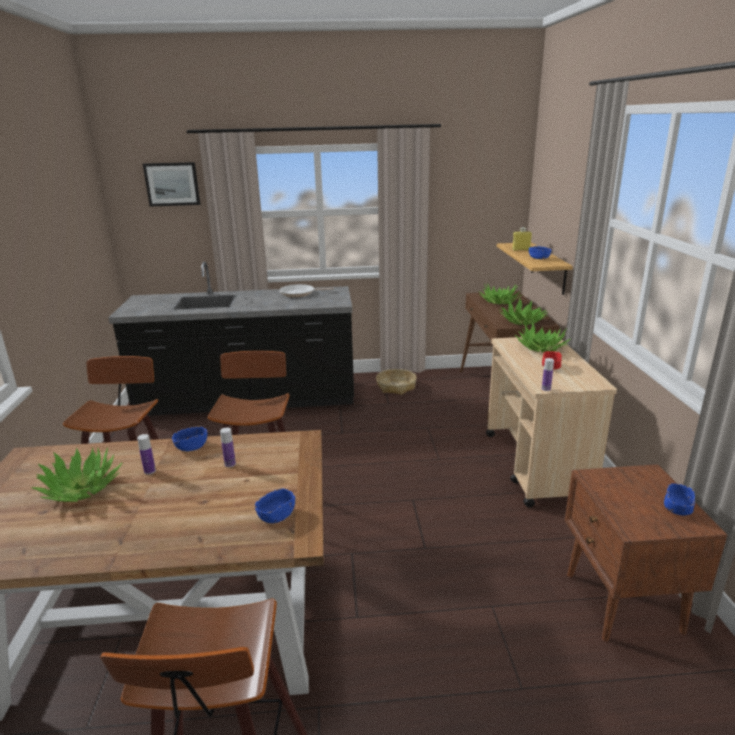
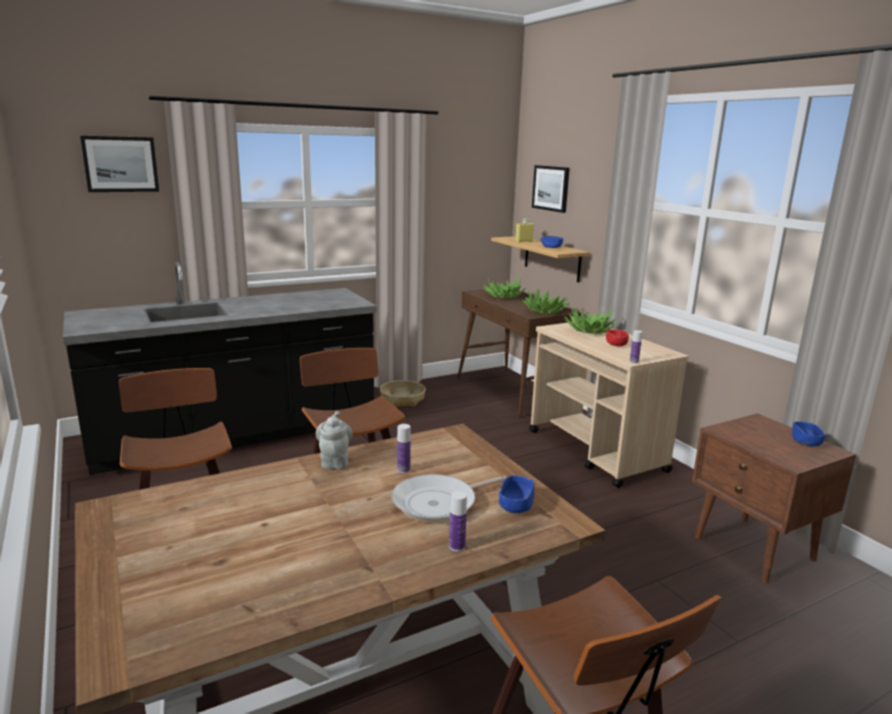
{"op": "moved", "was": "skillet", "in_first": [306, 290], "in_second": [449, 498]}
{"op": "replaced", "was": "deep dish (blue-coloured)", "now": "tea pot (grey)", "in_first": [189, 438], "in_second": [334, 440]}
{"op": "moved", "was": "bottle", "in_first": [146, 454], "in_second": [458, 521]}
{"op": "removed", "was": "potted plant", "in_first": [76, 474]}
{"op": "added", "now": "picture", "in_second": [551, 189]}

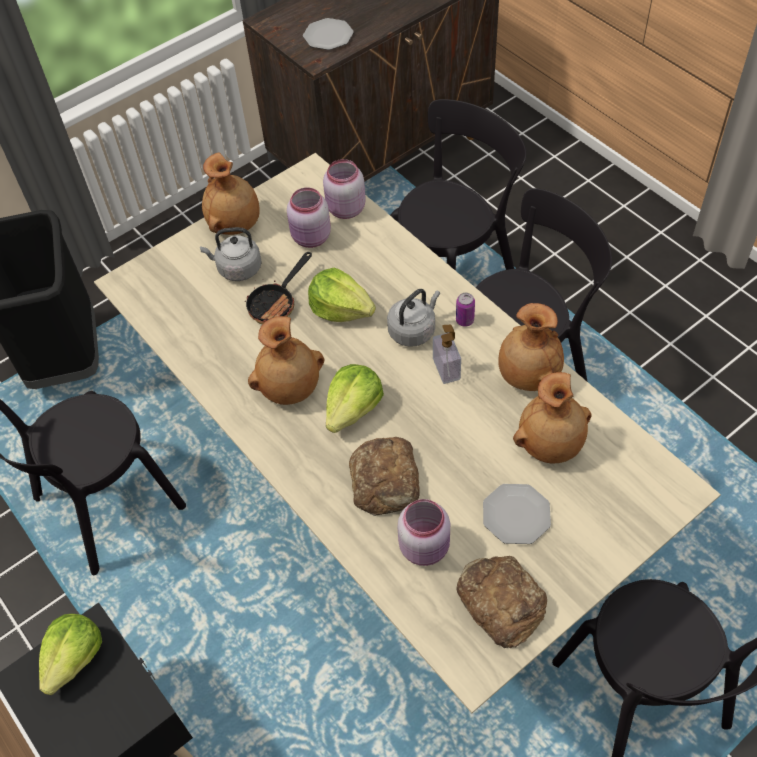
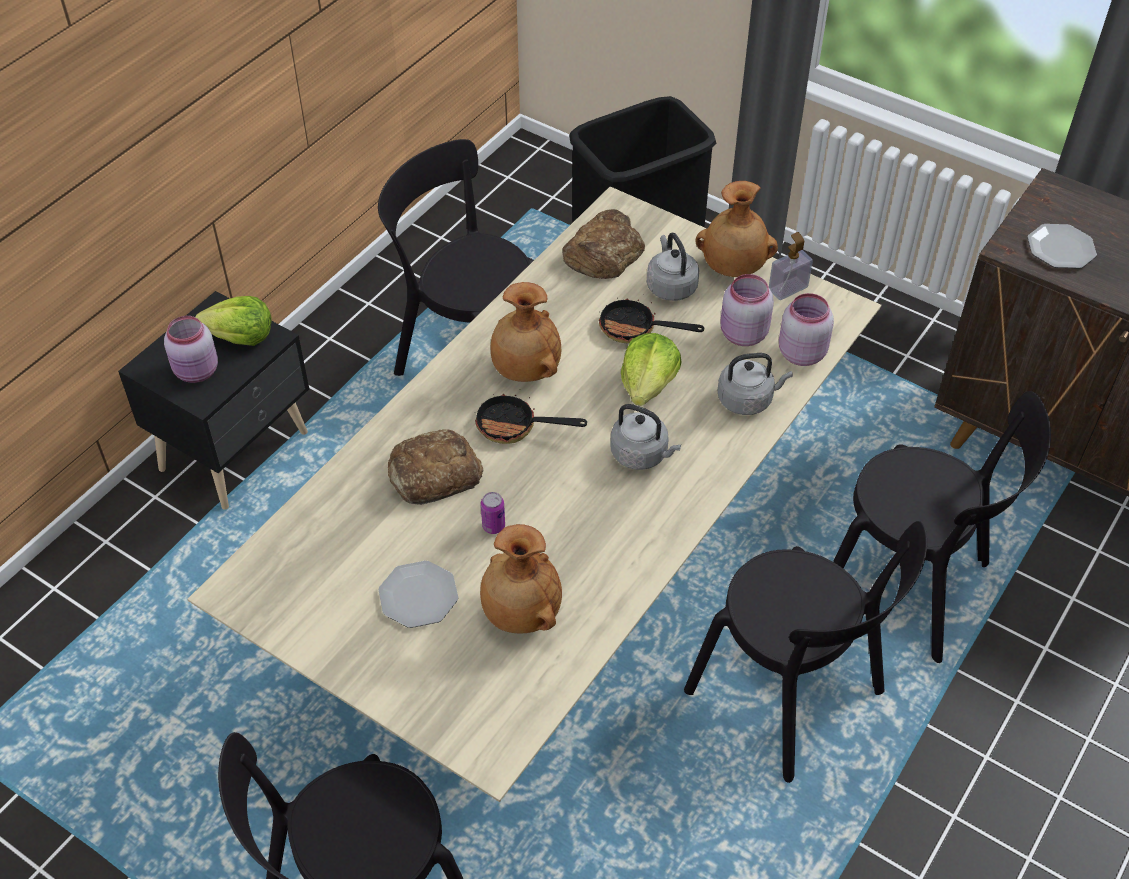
{"op": "moved", "was": "sealed can", "in_first": [465, 310], "in_second": [493, 513]}
{"op": "removed", "was": "vase (brown)", "in_first": [531, 347]}
{"op": "moved", "was": "soap dispenser", "in_first": [447, 354], "in_second": [791, 266]}
{"op": "replaced", "was": "lettuce", "now": "skillet", "in_first": [355, 398], "in_second": [531, 419]}
{"op": "moved", "was": "preserve jar (pink-coloured)", "in_first": [424, 532], "in_second": [191, 349]}
{"op": "moved", "was": "baked bread", "in_first": [501, 602], "in_second": [604, 244]}
{"op": "added", "now": "water kettle (grey)", "in_second": [755, 384]}

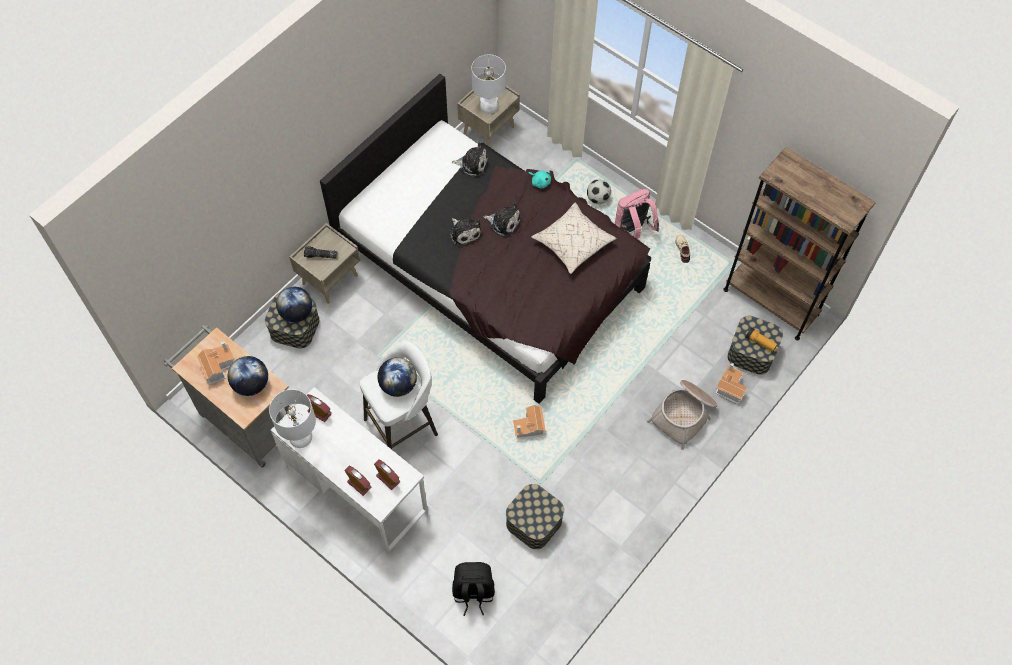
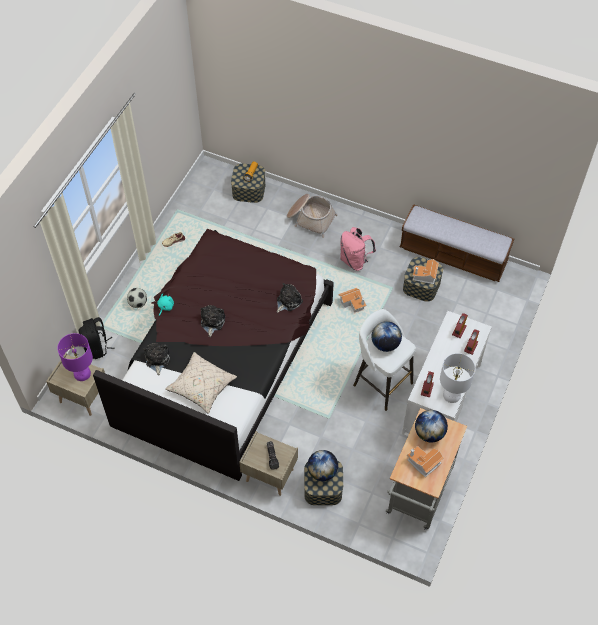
{"op": "recoloured", "was": "table lamp (whitish)", "now": "table lamp (purple-coloured)", "in_first": [488, 84], "in_second": [75, 357]}
{"op": "removed", "was": "bookshelf (brown)", "in_first": [799, 243]}
{"op": "moved", "was": "knapsack (pink-coloured)", "in_first": [637, 214], "in_second": [358, 249]}
{"op": "moved", "was": "pillow (sand-coloured)", "in_first": [574, 238], "in_second": [201, 383]}
{"op": "moved", "was": "plush toy", "in_first": [465, 233], "in_second": [290, 298]}
{"op": "moved", "was": "miniature house", "in_first": [731, 383], "in_second": [426, 271]}
{"op": "moved", "was": "knapsack (blackish)", "in_first": [473, 589], "in_second": [97, 338]}
{"op": "added", "now": "long seat", "in_second": [457, 243]}

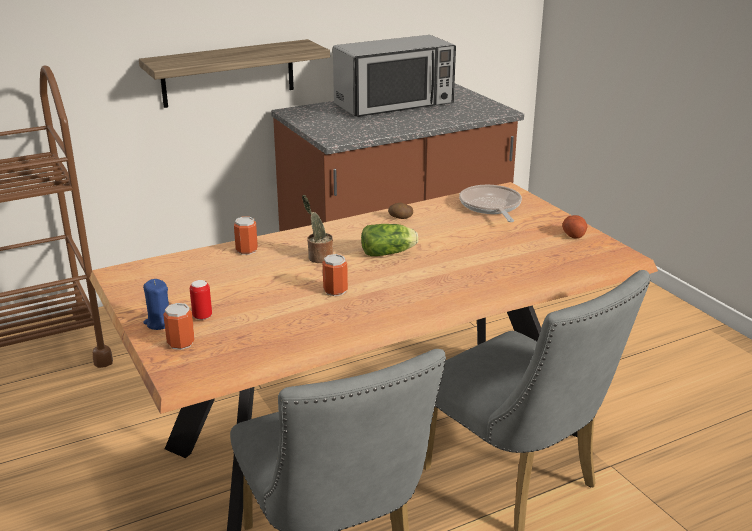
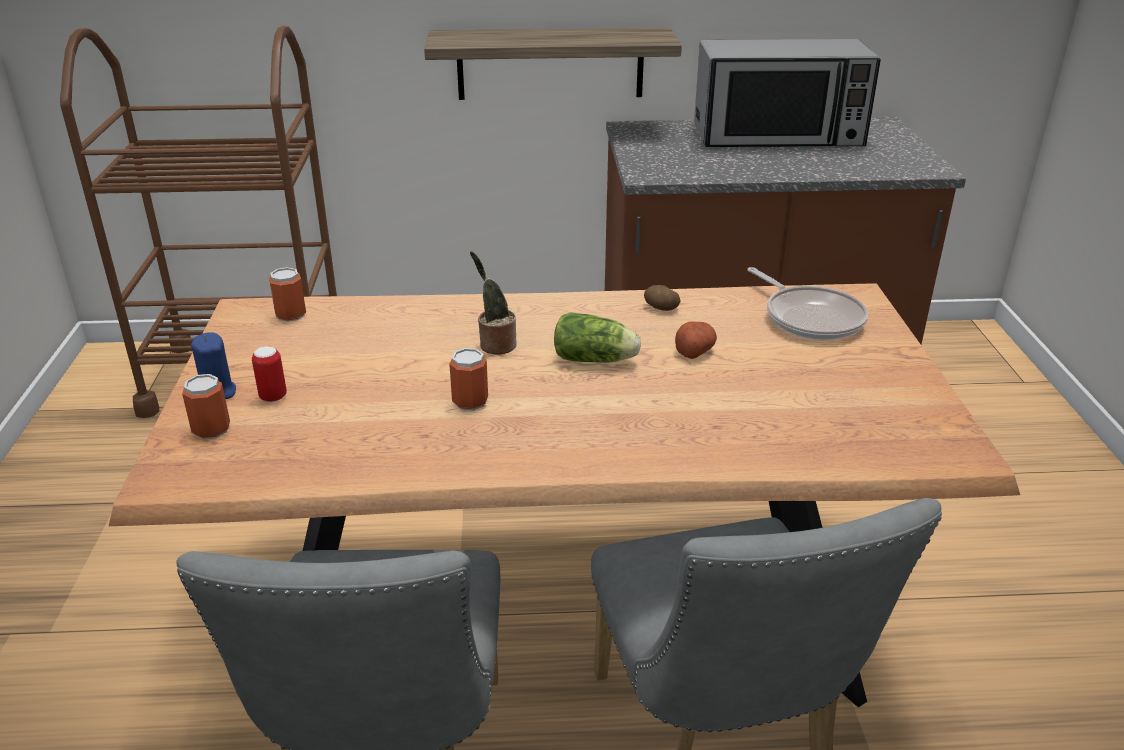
{"op": "turned", "was": "skillet", "in_first": [490, 203], "in_second": [807, 303], "clockwise": 135}
{"op": "moved", "was": "potato", "in_first": [575, 226], "in_second": [696, 340]}
{"op": "moved", "was": "sealed can", "in_first": [246, 236], "in_second": [287, 294]}

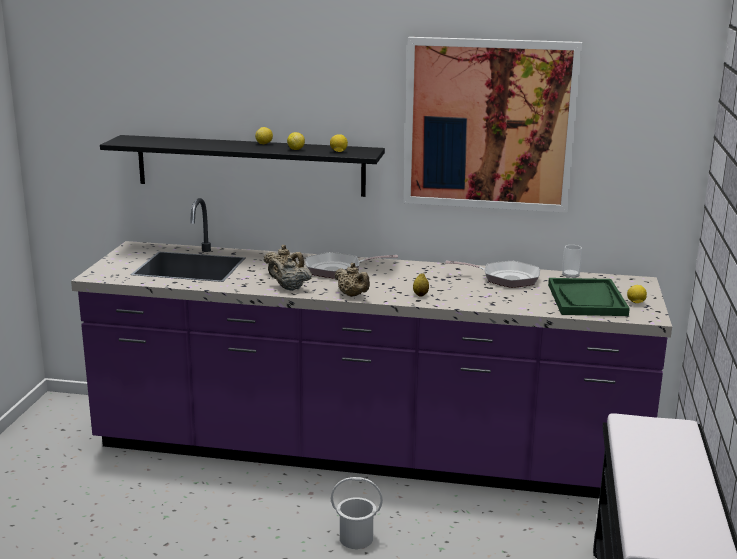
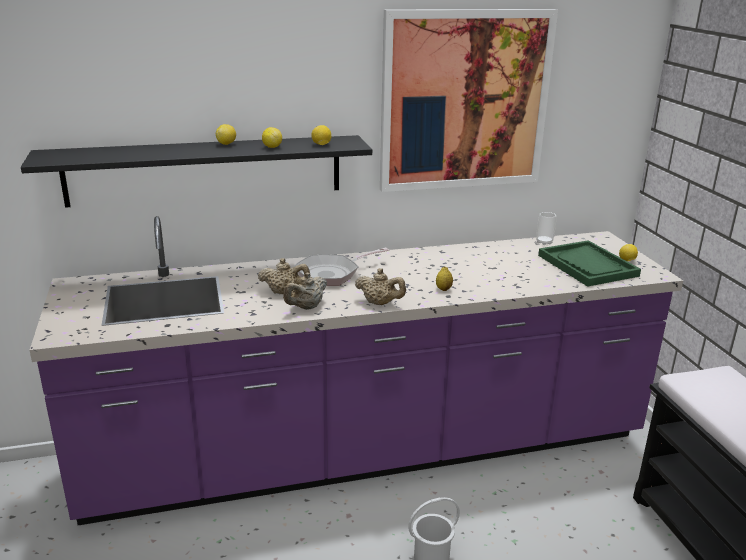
{"op": "turned", "was": "tea pot (sand-coloured)", "in_first": [290, 274], "in_second": [305, 291], "clockwise": -45}
{"op": "removed", "was": "skillet", "in_first": [492, 274]}

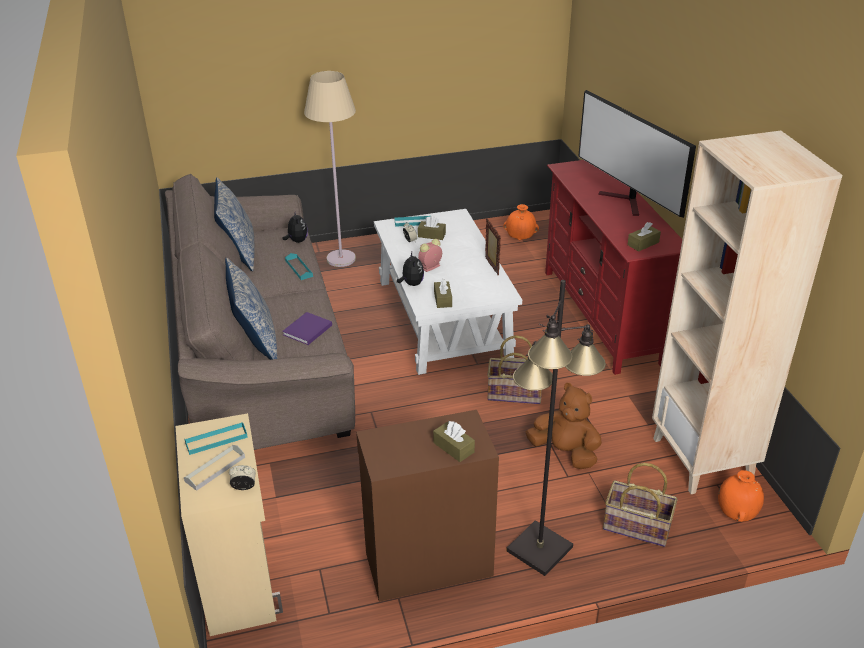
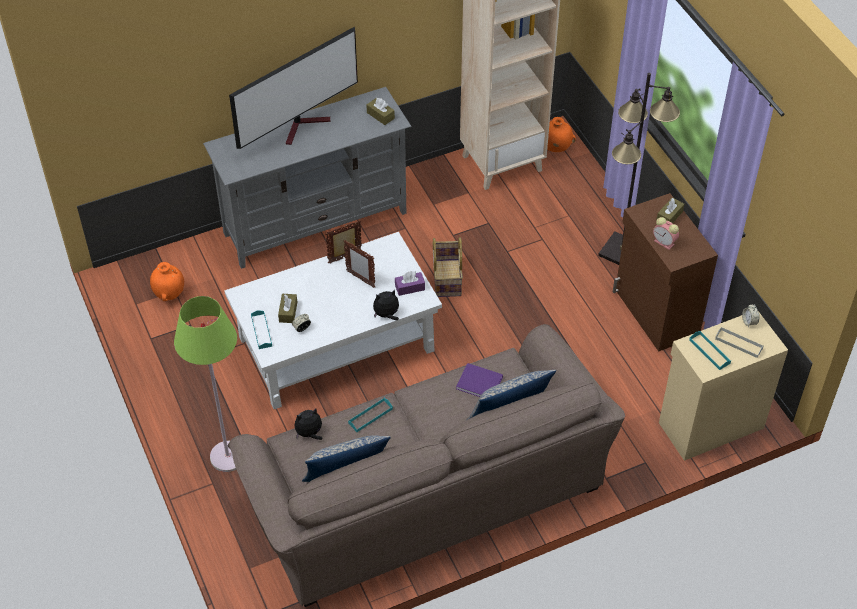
{"op": "recoloured", "was": "standard lamp (sand-coloured)", "now": "standard lamp (green)", "in_first": [330, 169], "in_second": [205, 384]}
{"op": "recoloured", "was": "tv stand (reddish)", "now": "tv stand (grey)", "in_first": [613, 267], "in_second": [307, 178]}
{"op": "moved", "was": "bedside clock", "in_first": [430, 255], "in_second": [666, 233]}
{"op": "recoloured", "was": "tissue box (brown)", "now": "tissue box (purple-coloured)", "in_first": [443, 293], "in_second": [410, 283]}
{"op": "removed", "was": "plush toy (brown)", "in_first": [564, 426]}
{"op": "removed", "was": "basket", "in_first": [640, 505]}
{"op": "added", "now": "picture frame", "in_second": [359, 264]}

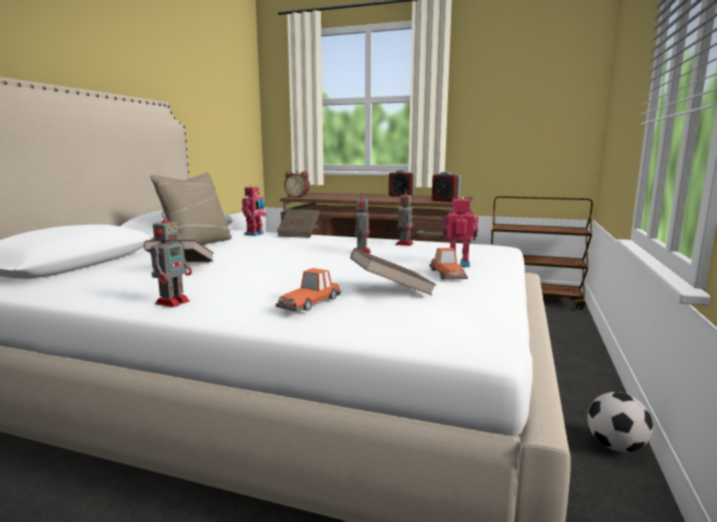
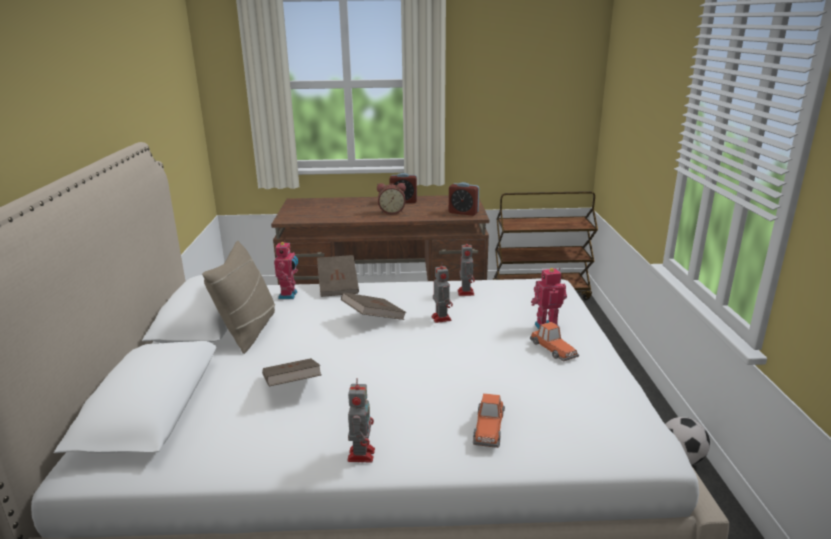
{"op": "moved", "was": "bedside clock", "in_first": [297, 184], "in_second": [391, 198]}
{"op": "moved", "was": "bound book (brown)", "in_first": [393, 271], "in_second": [374, 306]}

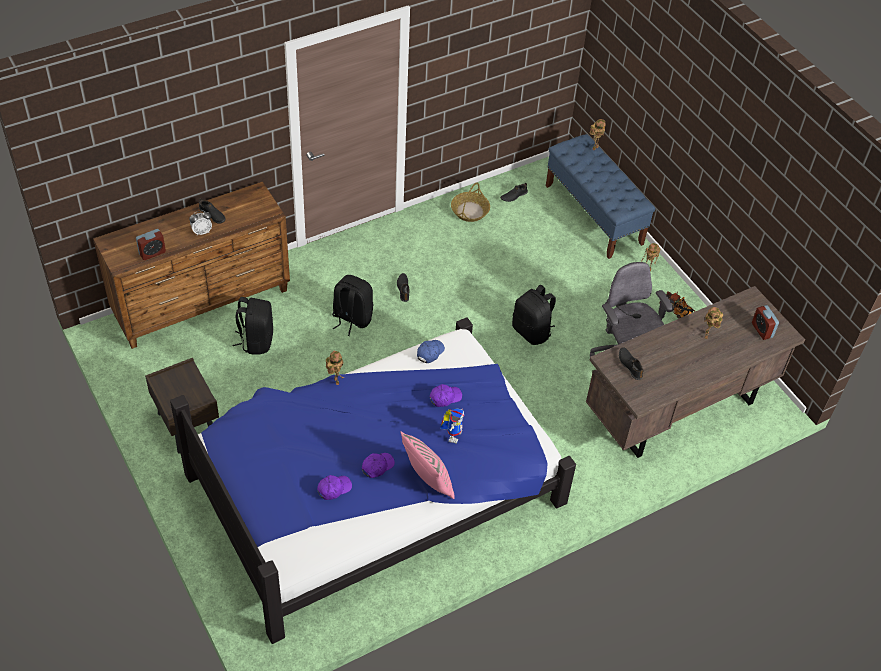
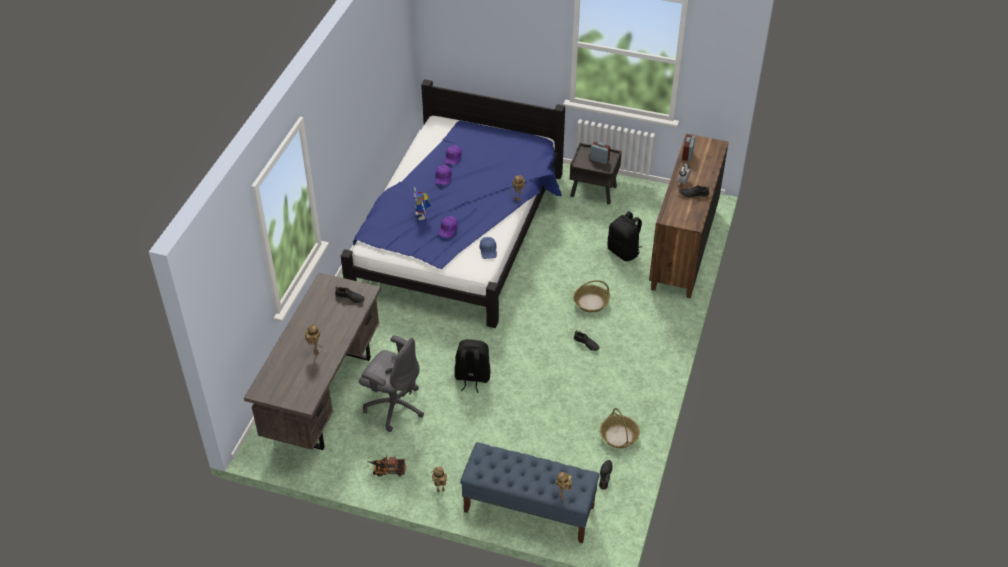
{"op": "replaced", "was": "knapsack (blackish)", "now": "basket", "in_first": [352, 305], "in_second": [591, 296]}
{"op": "moved", "was": "bedside clock", "in_first": [765, 322], "in_second": [600, 153]}
{"op": "removed", "was": "pillow (pink-coloured)", "in_first": [427, 465]}

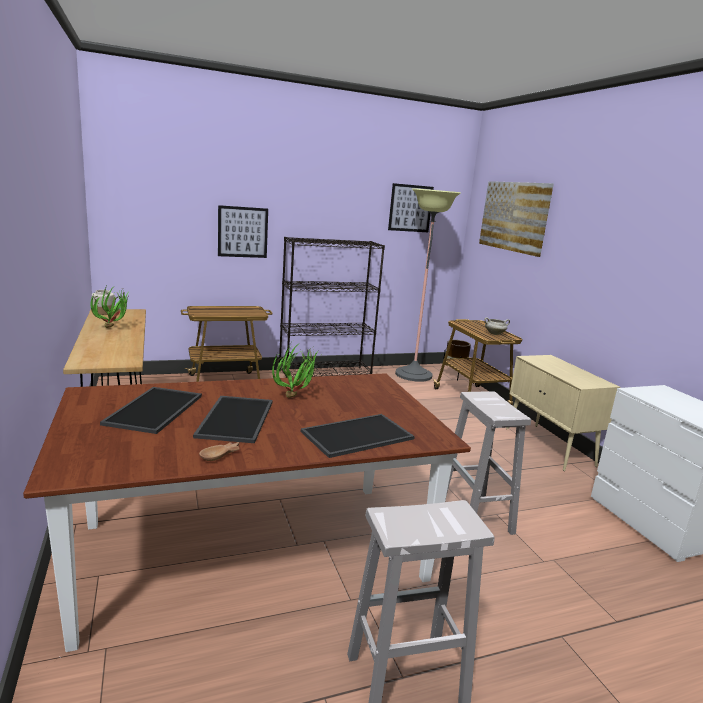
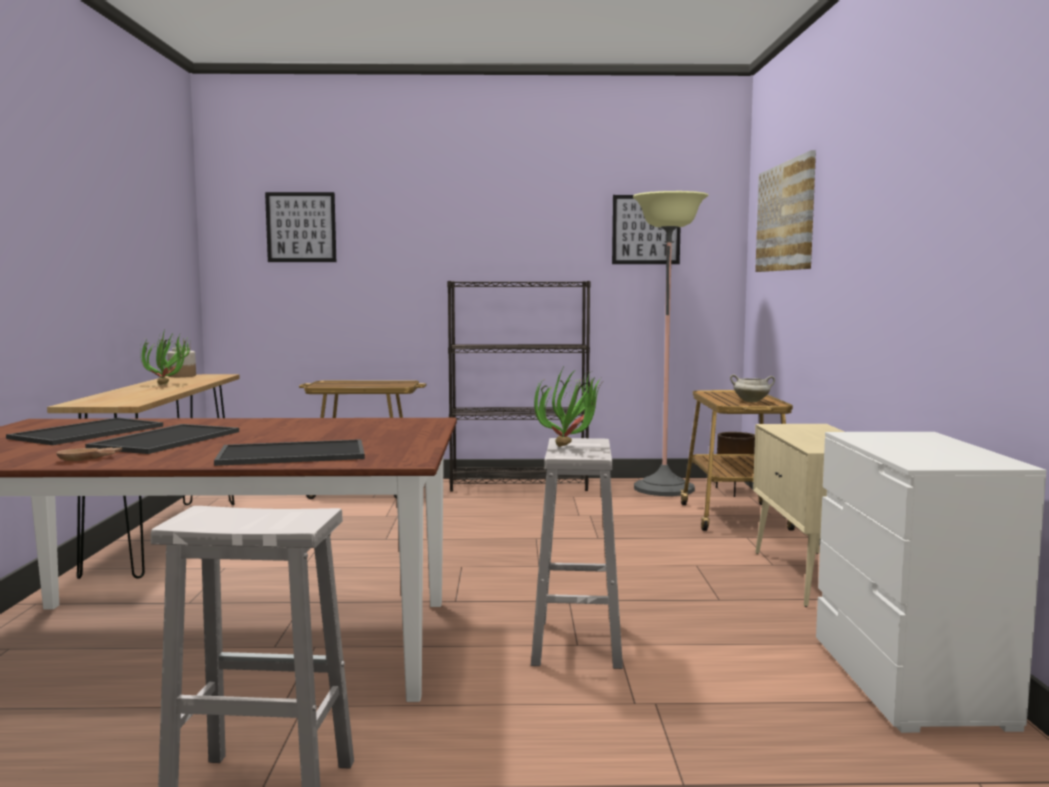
{"op": "moved", "was": "picture", "in_first": [243, 231], "in_second": [300, 227]}
{"op": "moved", "was": "potted plant", "in_first": [295, 370], "in_second": [567, 406]}

